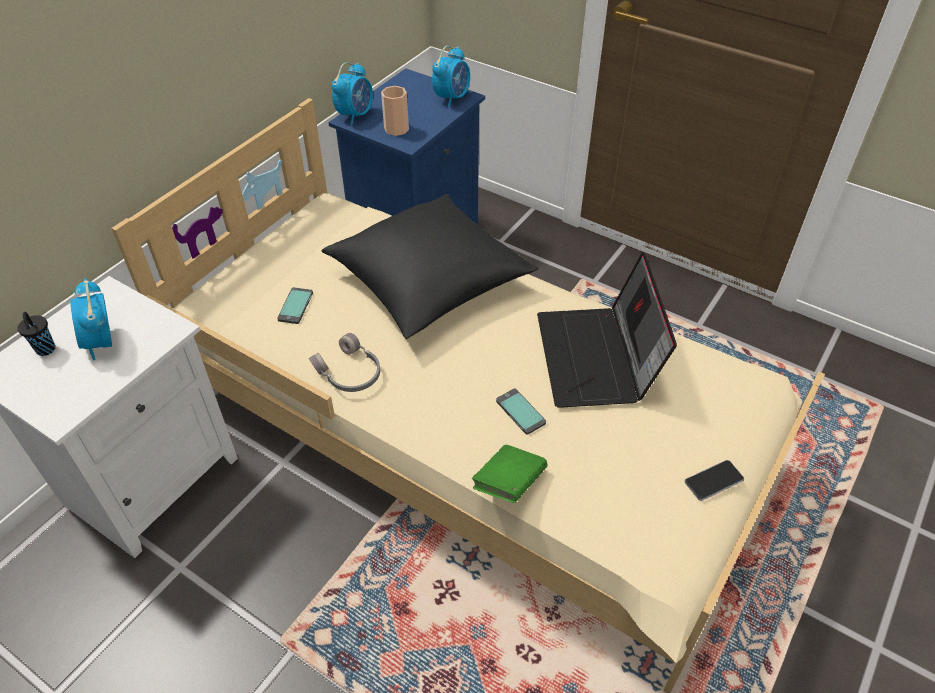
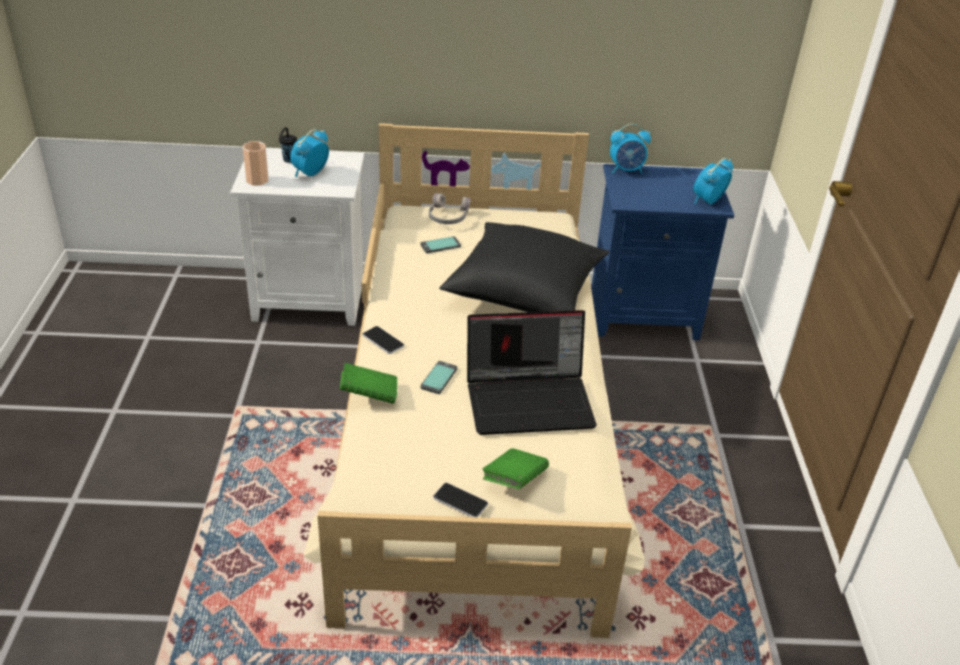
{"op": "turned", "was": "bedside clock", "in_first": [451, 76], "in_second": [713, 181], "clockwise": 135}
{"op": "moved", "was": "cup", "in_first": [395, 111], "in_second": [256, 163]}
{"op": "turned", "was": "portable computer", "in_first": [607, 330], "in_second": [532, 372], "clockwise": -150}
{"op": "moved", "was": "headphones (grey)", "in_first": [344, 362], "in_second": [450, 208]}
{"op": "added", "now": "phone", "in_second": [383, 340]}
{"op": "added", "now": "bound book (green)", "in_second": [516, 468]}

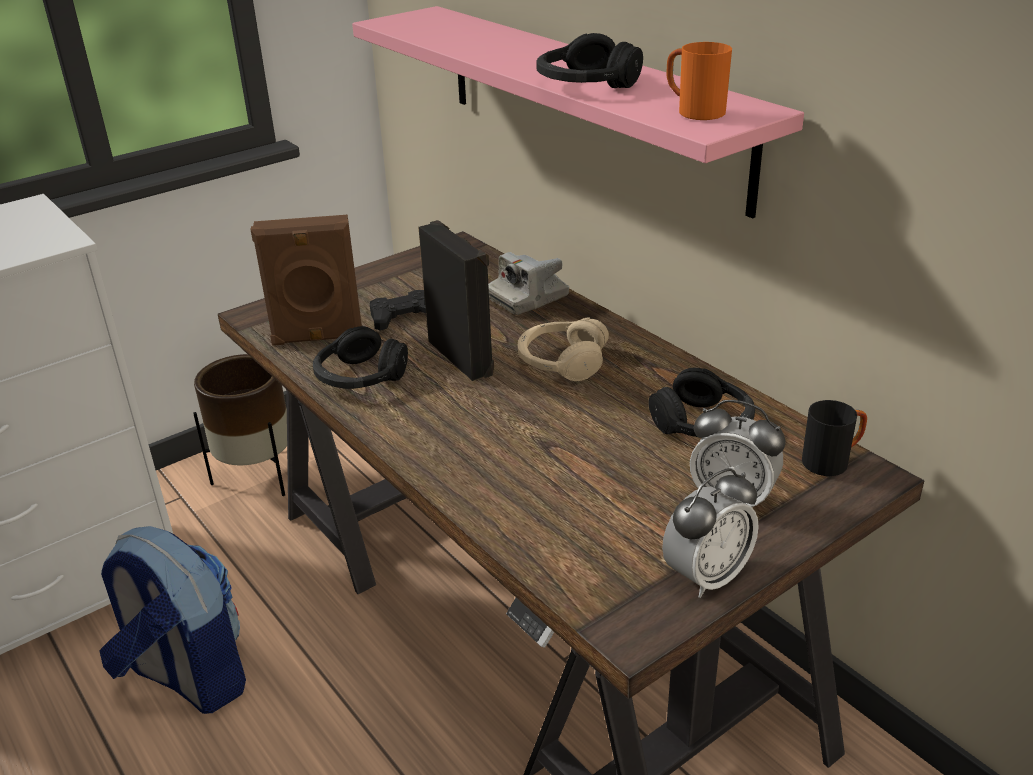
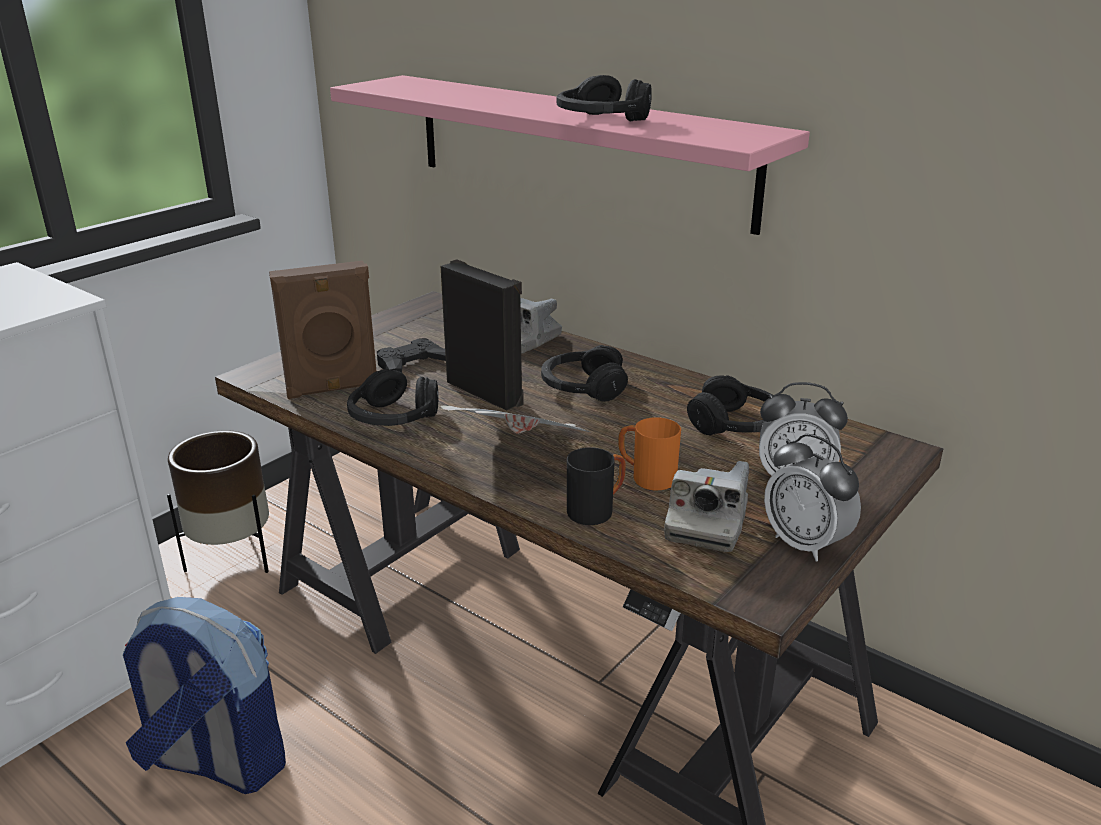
{"op": "moved", "was": "mug (orangey)", "in_first": [699, 81], "in_second": [649, 453]}
{"op": "recoloured", "was": "headphones (sand-coloured)", "now": "headphones (blackish)", "in_first": [563, 349], "in_second": [584, 373]}
{"op": "moved", "was": "mug (blackish)", "in_first": [834, 438], "in_second": [596, 486]}
{"op": "turned", "was": "bedside clock", "in_first": [710, 533], "in_second": [812, 498], "clockwise": 105}
{"op": "added", "now": "newspaper", "in_second": [515, 419]}
{"op": "added", "now": "still camera", "in_second": [706, 506]}

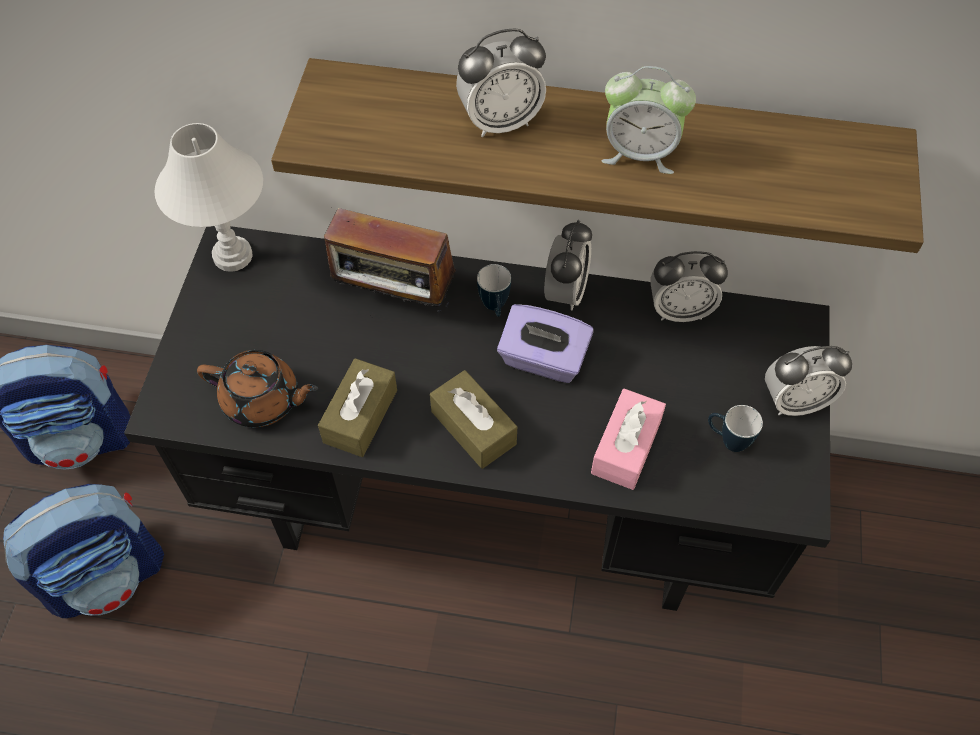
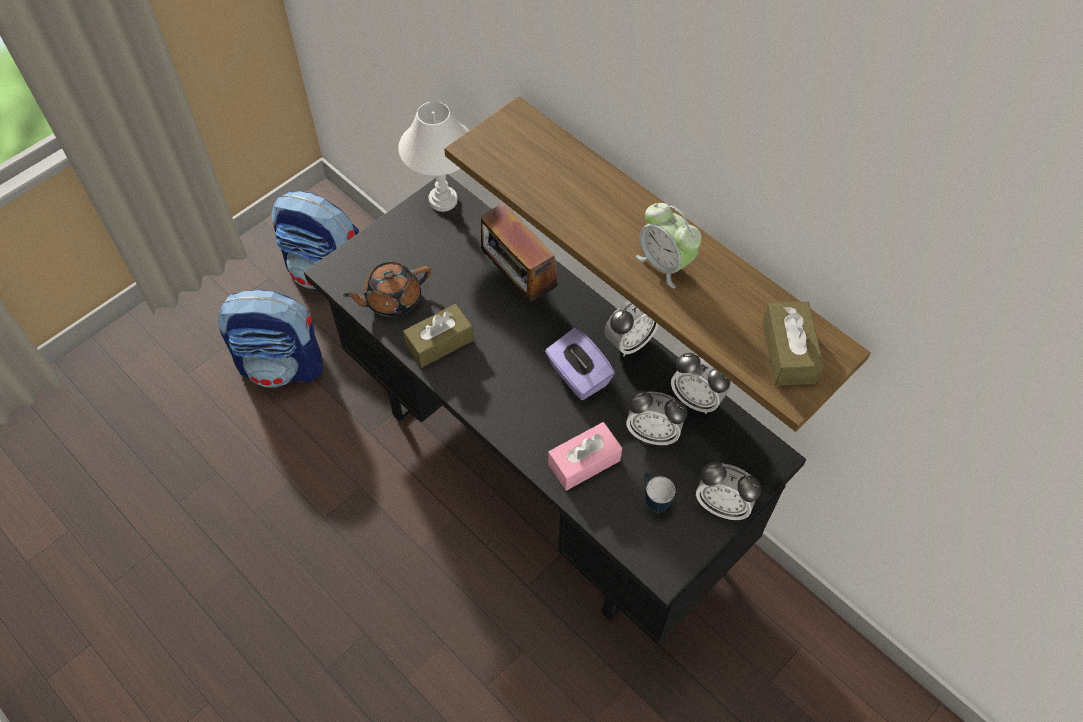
{"op": "moved", "was": "bedside clock", "in_first": [501, 83], "in_second": [656, 418]}
{"op": "removed", "was": "mug", "in_first": [494, 290]}
{"op": "turned", "was": "tea pot (brown)", "in_first": [257, 388], "in_second": [387, 289], "clockwise": 105}
{"op": "moved", "was": "tissue box (brown)", "in_first": [473, 419], "in_second": [793, 343]}

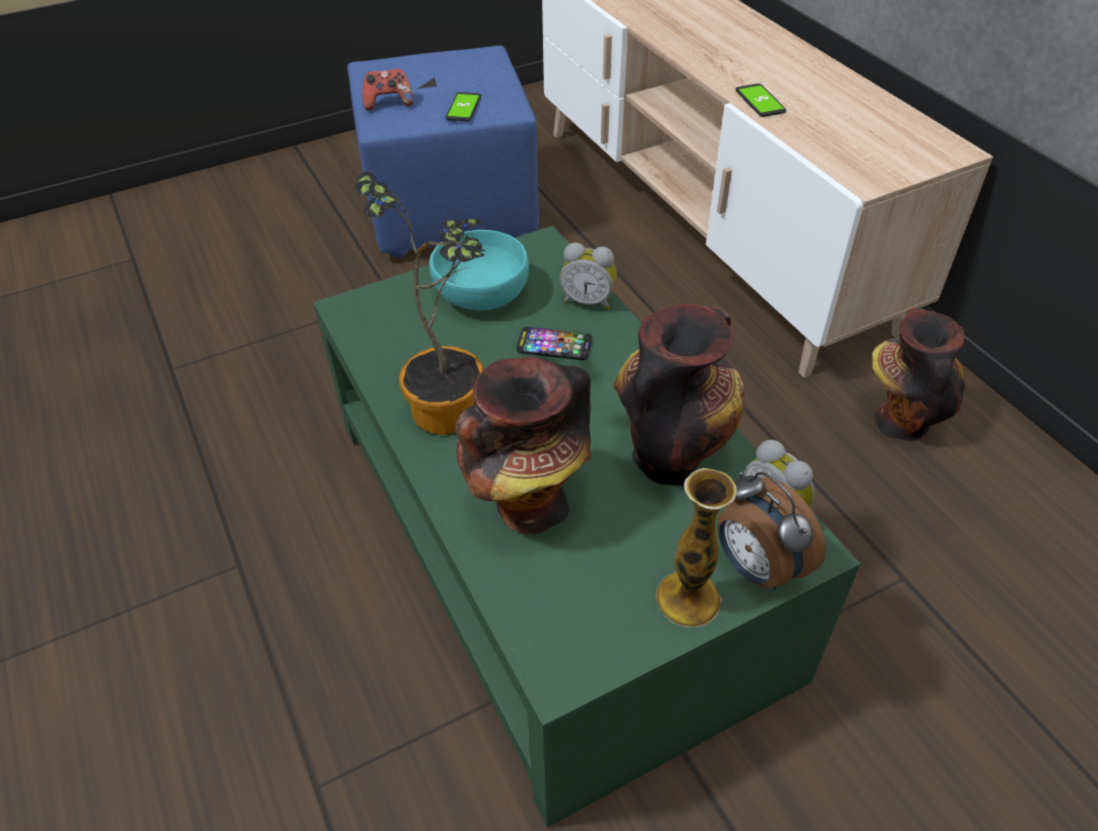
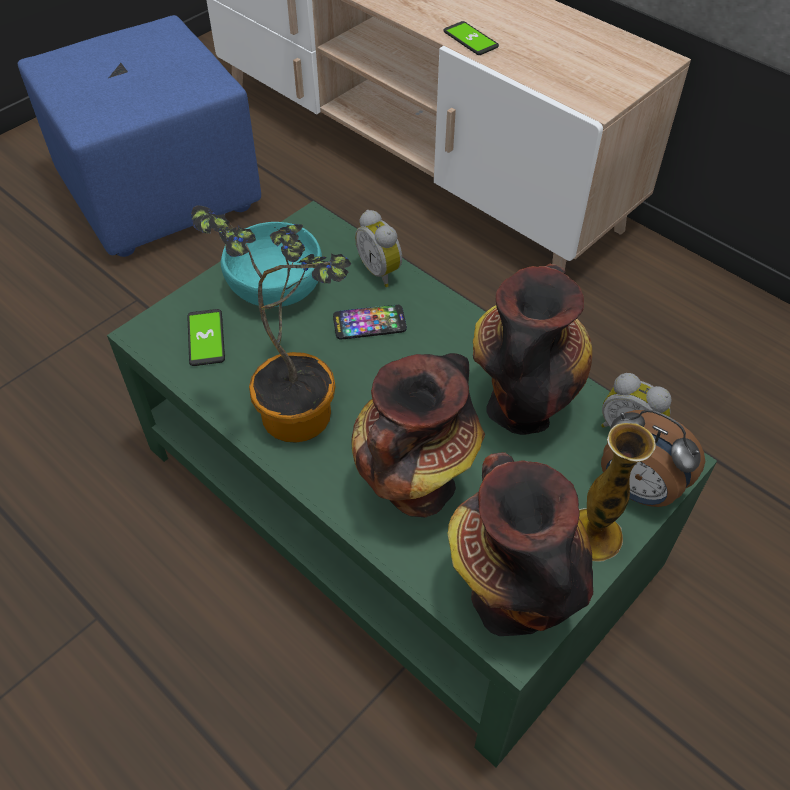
{"op": "removed", "was": "joypad", "in_first": [387, 89]}
{"op": "moved", "was": "phone", "in_first": [463, 107], "in_second": [206, 337]}
{"op": "turned", "was": "bedside clock", "in_first": [588, 276], "in_second": [378, 248], "clockwise": 60}
{"op": "moved", "was": "vase", "in_first": [918, 374], "in_second": [520, 544]}

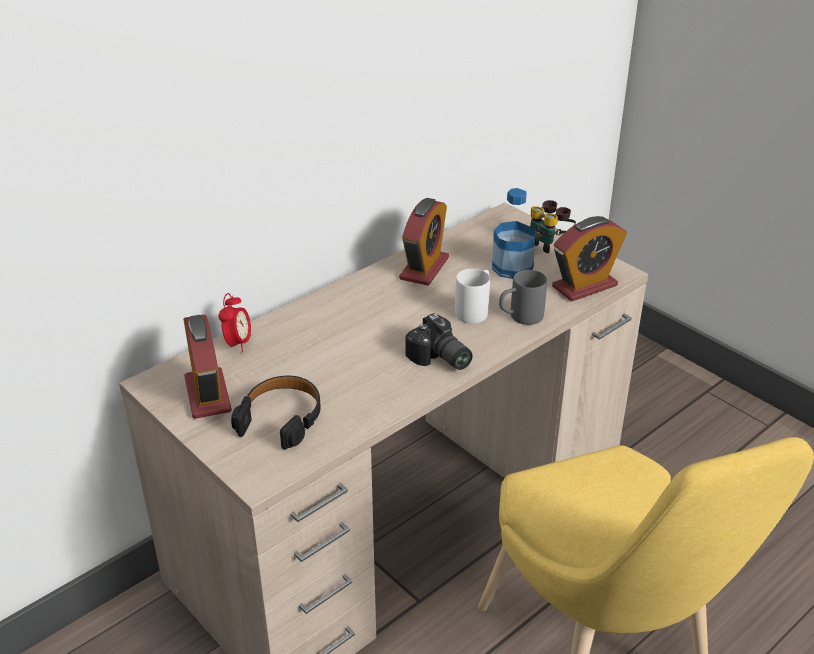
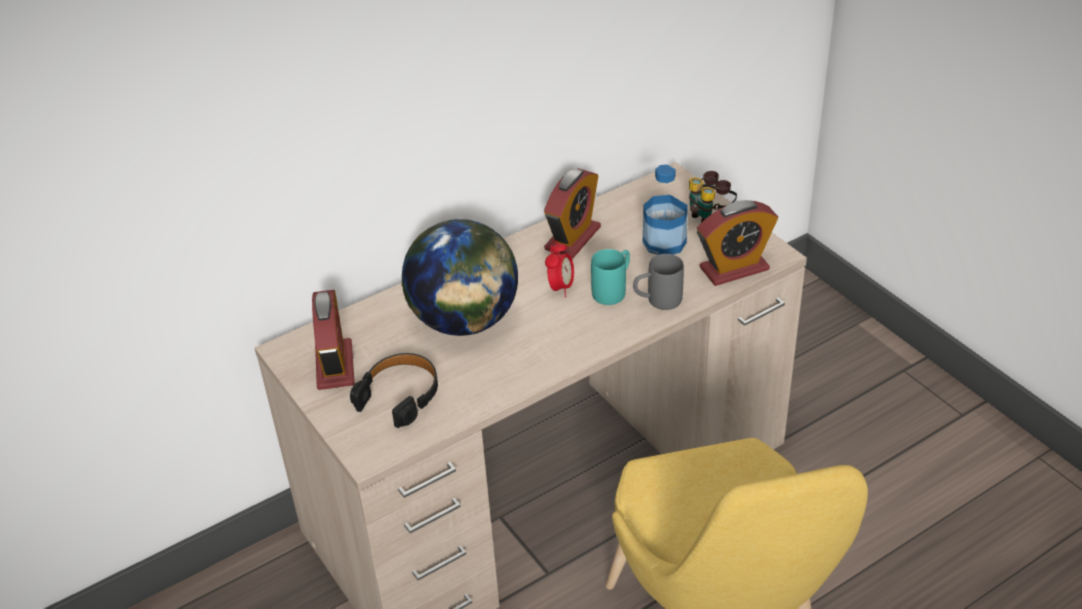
{"op": "recoloured", "was": "mug (whitish)", "now": "mug (blue-green)", "in_first": [472, 296], "in_second": [610, 277]}
{"op": "moved", "was": "bedside clock", "in_first": [234, 322], "in_second": [559, 268]}
{"op": "removed", "was": "still camera", "in_first": [439, 341]}
{"op": "added", "now": "desk globe", "in_second": [460, 277]}

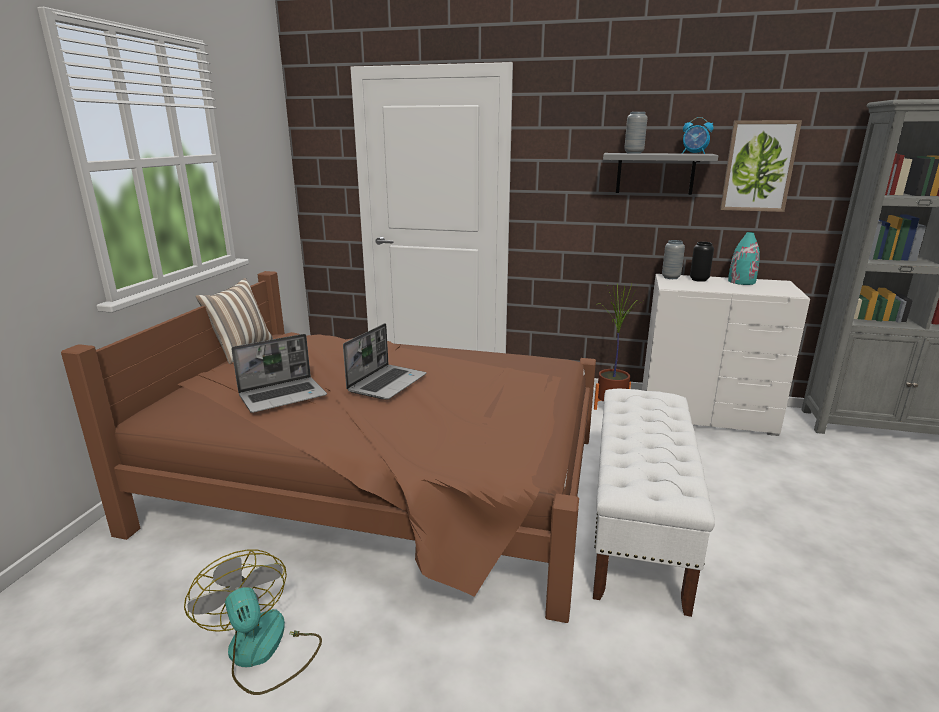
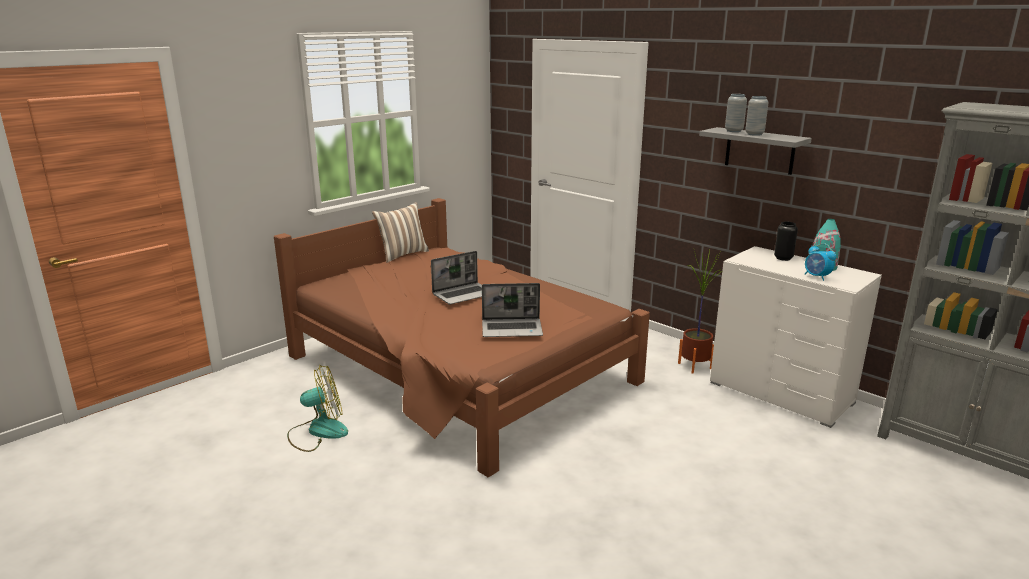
{"op": "moved", "was": "bedside clock", "in_first": [697, 135], "in_second": [820, 262]}
{"op": "removed", "was": "picture", "in_first": [761, 166]}
{"op": "moved", "was": "vase (grey)", "in_first": [673, 259], "in_second": [757, 116]}
{"op": "moved", "was": "portable computer", "in_first": [279, 373], "in_second": [512, 310]}
{"op": "removed", "was": "long seat (whitish)", "in_first": [654, 503]}
{"op": "turned", "was": "fan", "in_first": [253, 622], "in_second": [317, 408], "clockwise": 75}

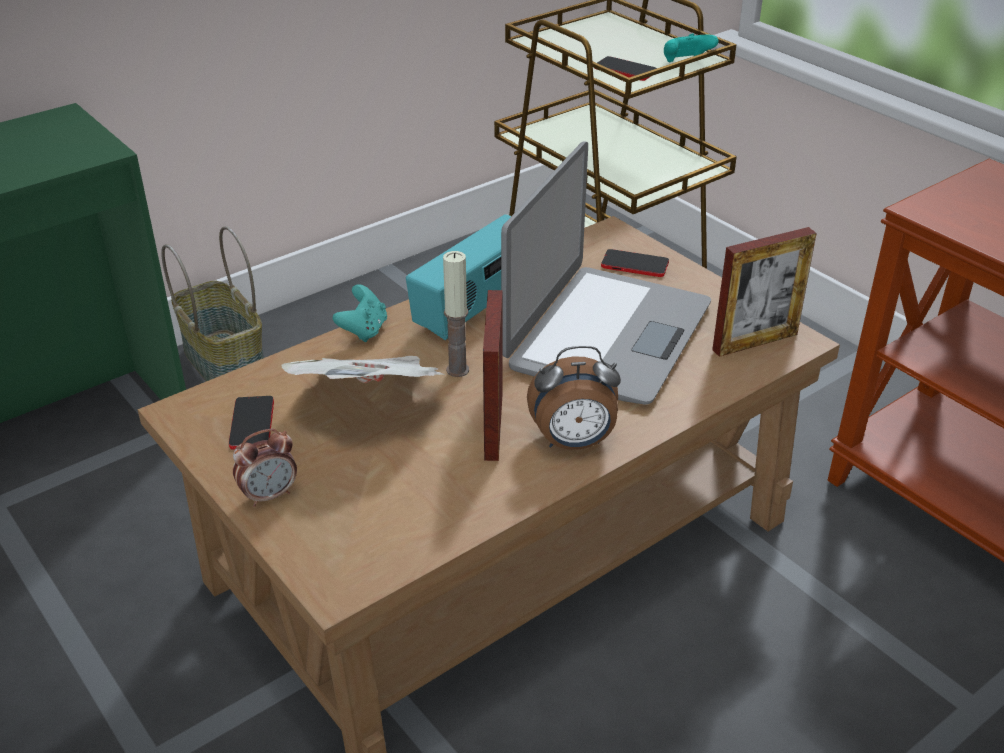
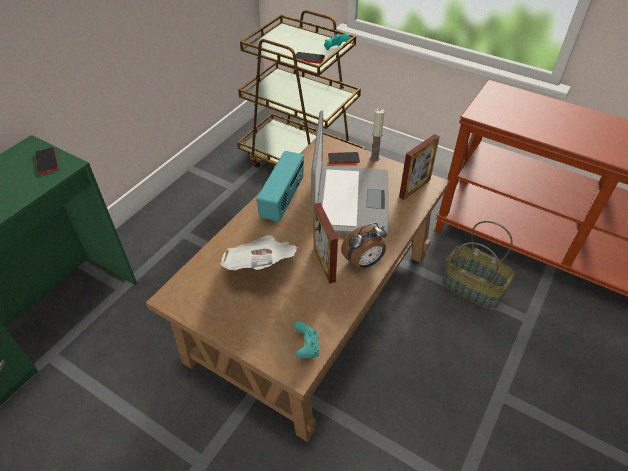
{"op": "moved", "was": "basket", "in_first": [212, 303], "in_second": [478, 265]}
{"op": "moved", "was": "wax candle", "in_first": [456, 314], "in_second": [377, 134]}
{"op": "moved", "was": "joypad (blue-green)", "in_first": [359, 313], "in_second": [306, 339]}
{"op": "moved", "was": "phone", "in_first": [251, 423], "in_second": [47, 160]}
{"op": "removed", "was": "bedside clock", "in_first": [265, 468]}

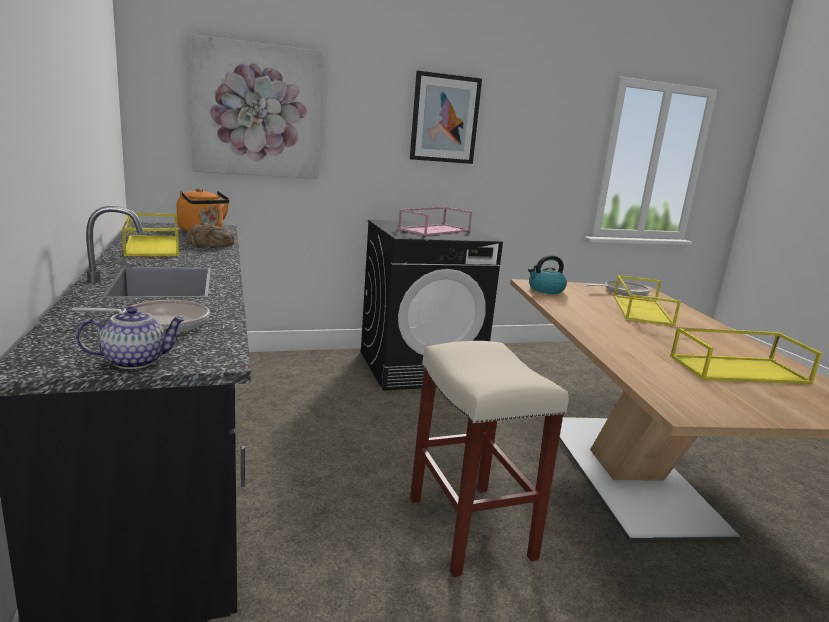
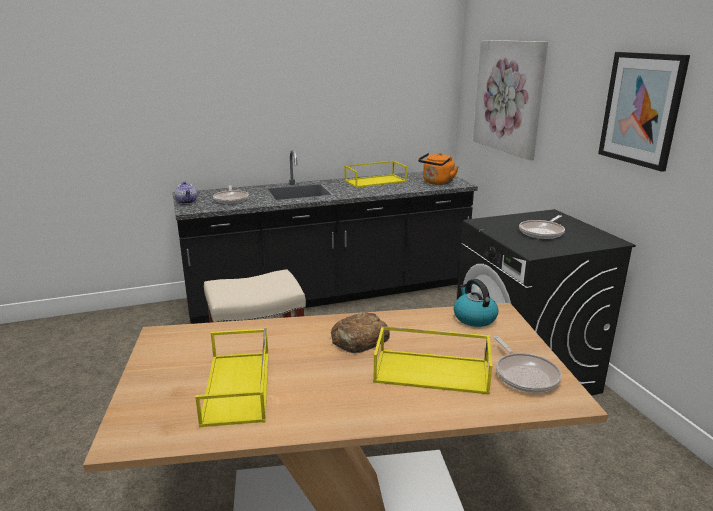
{"op": "replaced", "was": "carrying tray (pink-coloured)", "now": "skillet", "in_first": [435, 221], "in_second": [542, 227]}
{"op": "moved", "was": "baked bread", "in_first": [210, 235], "in_second": [360, 332]}

